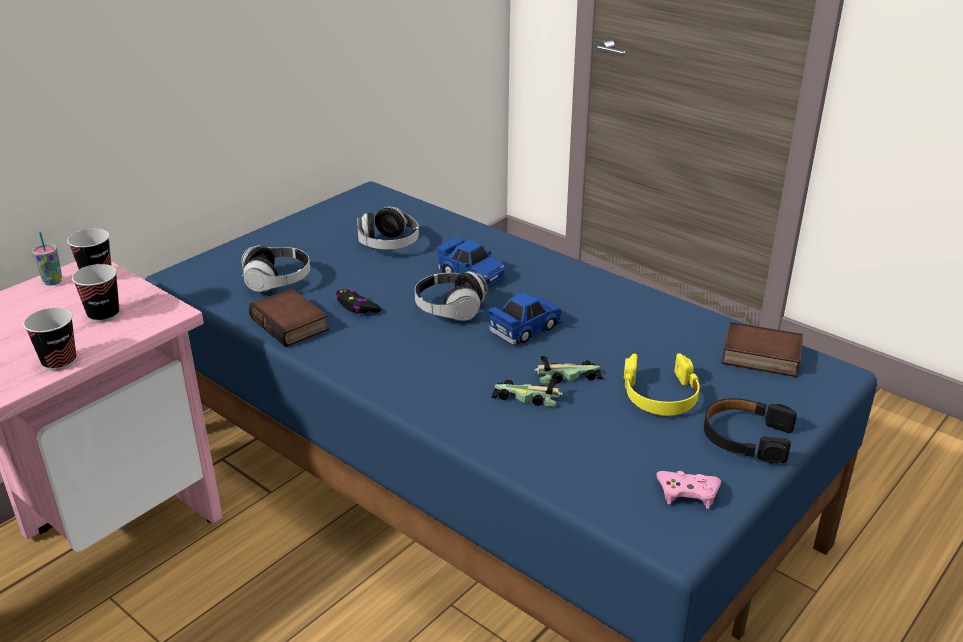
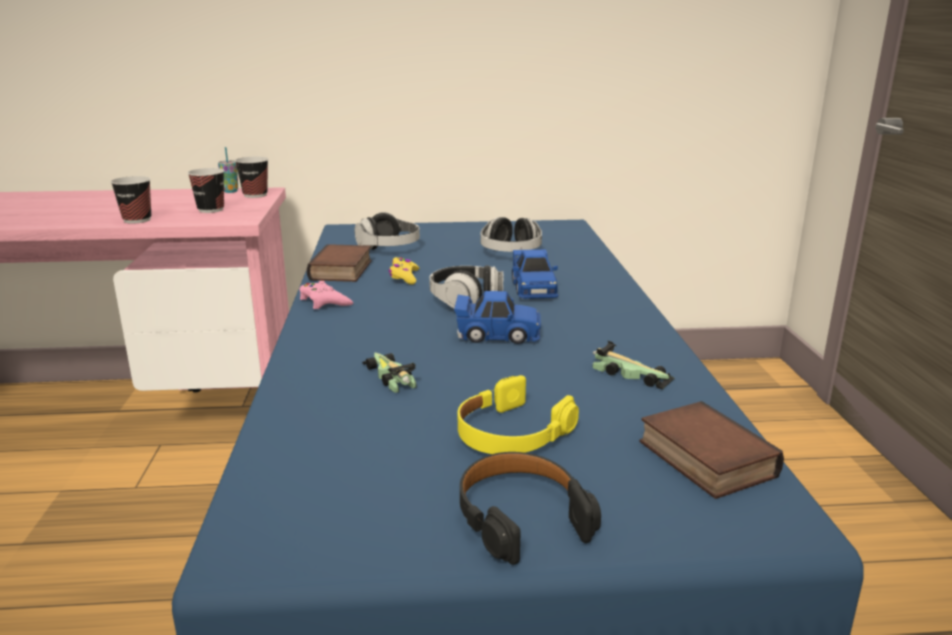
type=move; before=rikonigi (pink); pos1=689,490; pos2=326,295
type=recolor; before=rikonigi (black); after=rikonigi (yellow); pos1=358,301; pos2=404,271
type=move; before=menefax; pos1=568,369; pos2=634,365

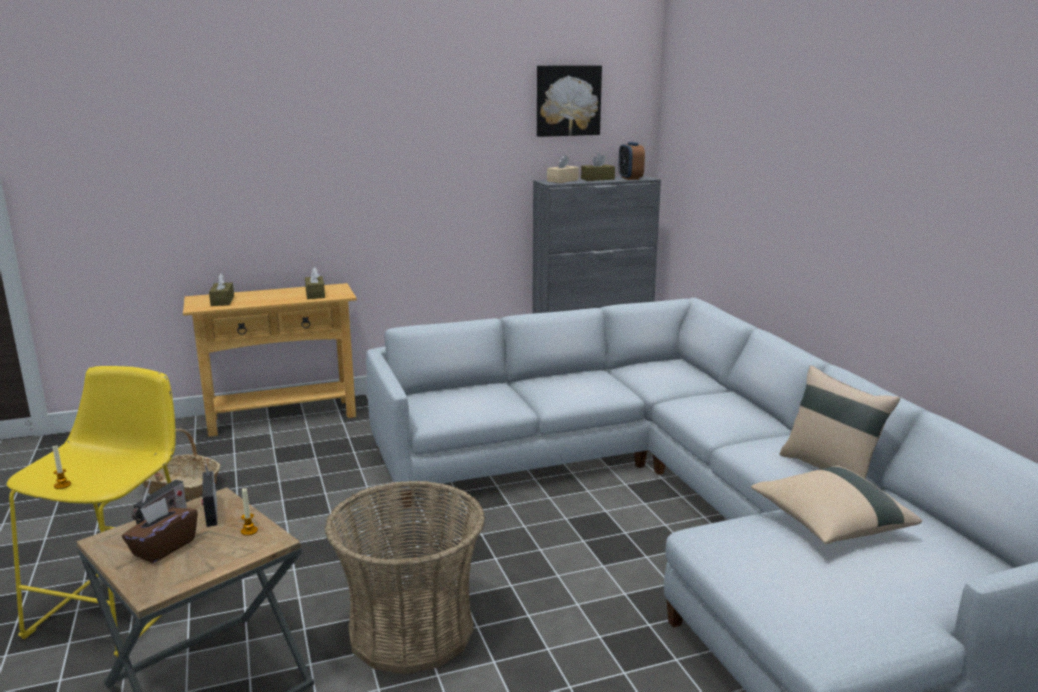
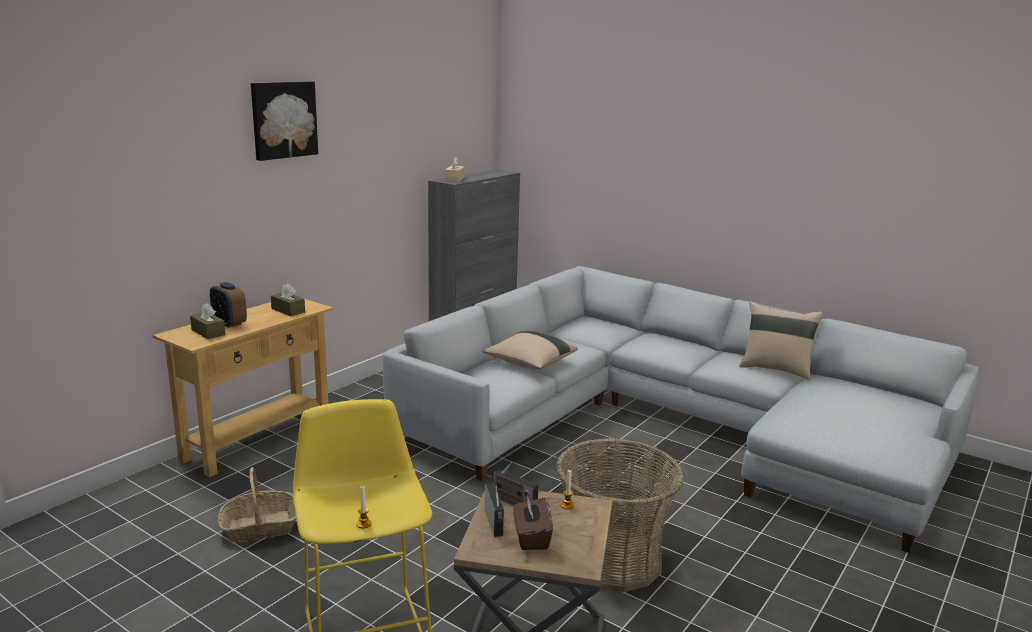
type=move; before=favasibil; pos1=631,161; pos2=228,305
type=move; before=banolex; pos1=569,101; pos2=284,121
type=move; before=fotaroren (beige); pos1=836,505; pos2=530,349
type=delete; before=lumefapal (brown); pos1=598,167

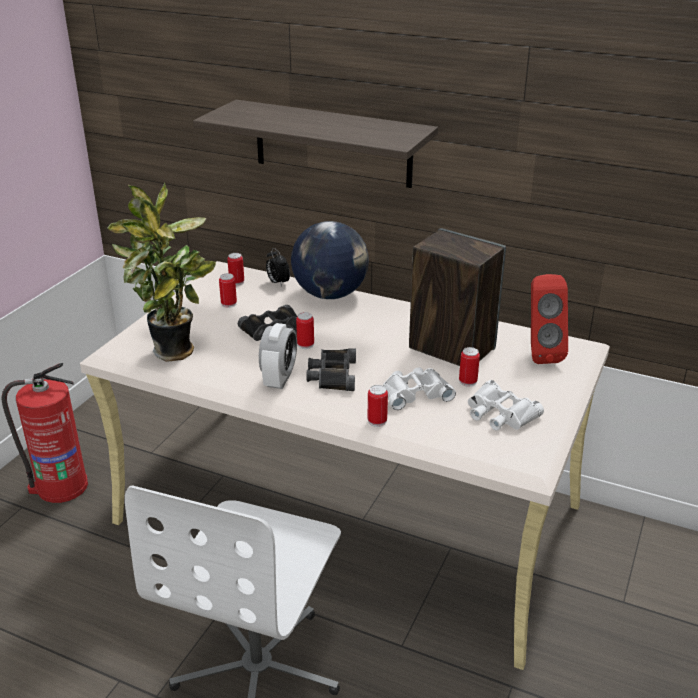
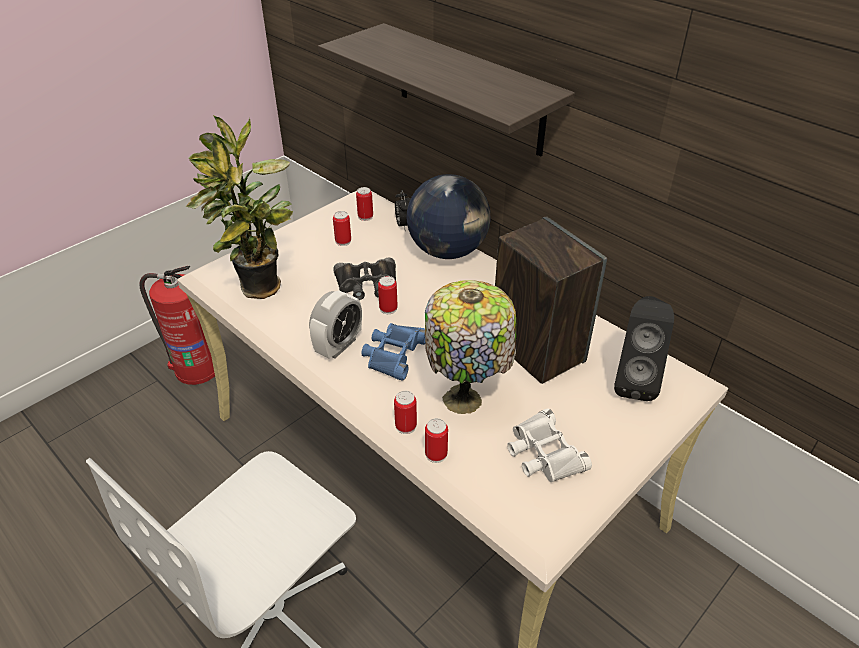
type=recolor; before=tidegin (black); after=tidegin (blue); pos1=331,369; pos2=393,352
type=replace; before=tidegin (white); after=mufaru; pos1=419,388; pos2=470,347
type=move; before=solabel; pos1=469,367; pos2=436,440
type=recolor; before=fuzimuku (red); after=fuzimuku (black); pos1=549,319; pos2=644,348

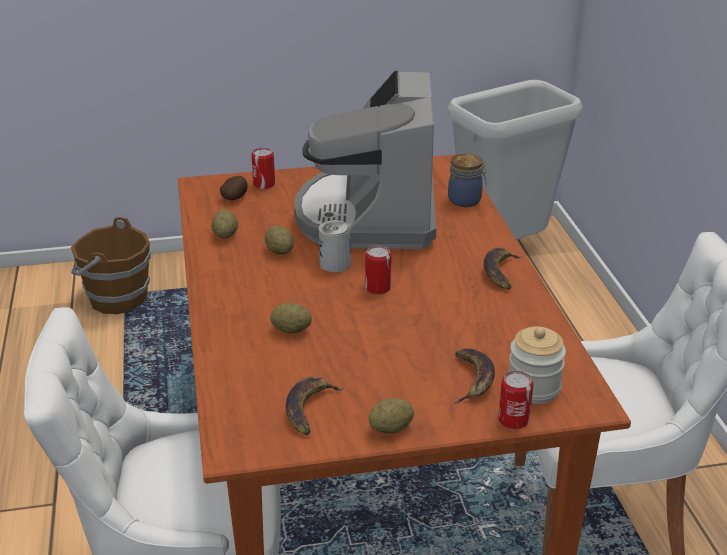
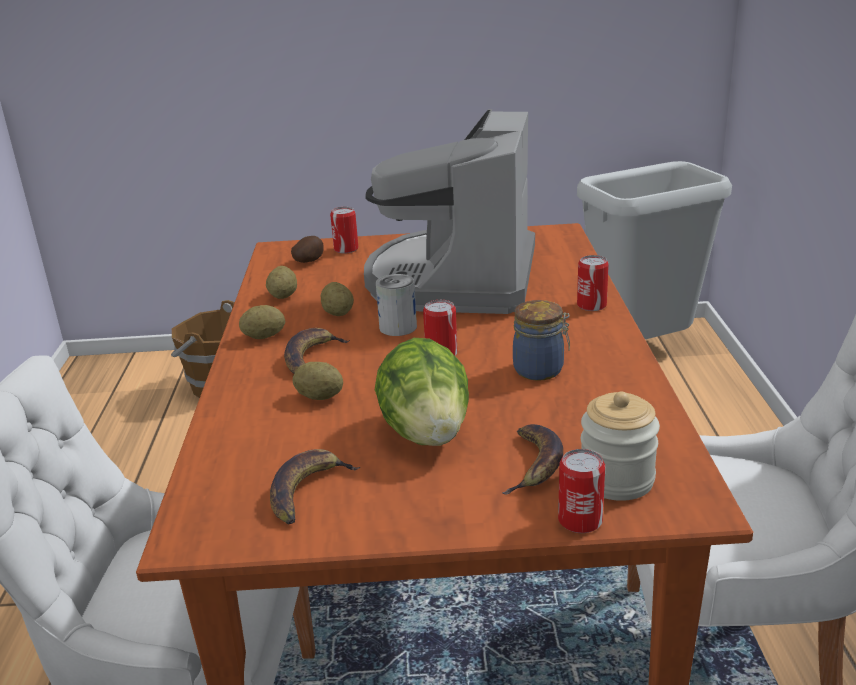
type=move; before=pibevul; pos1=391,416; pos2=262,322
type=move; before=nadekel; pos1=503,268; pos2=317,351
type=insert; after=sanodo; pos2=422,392
type=move; before=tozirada; pos1=467,180; pos2=541,340
type=insert; after=solabel; pos2=593,283

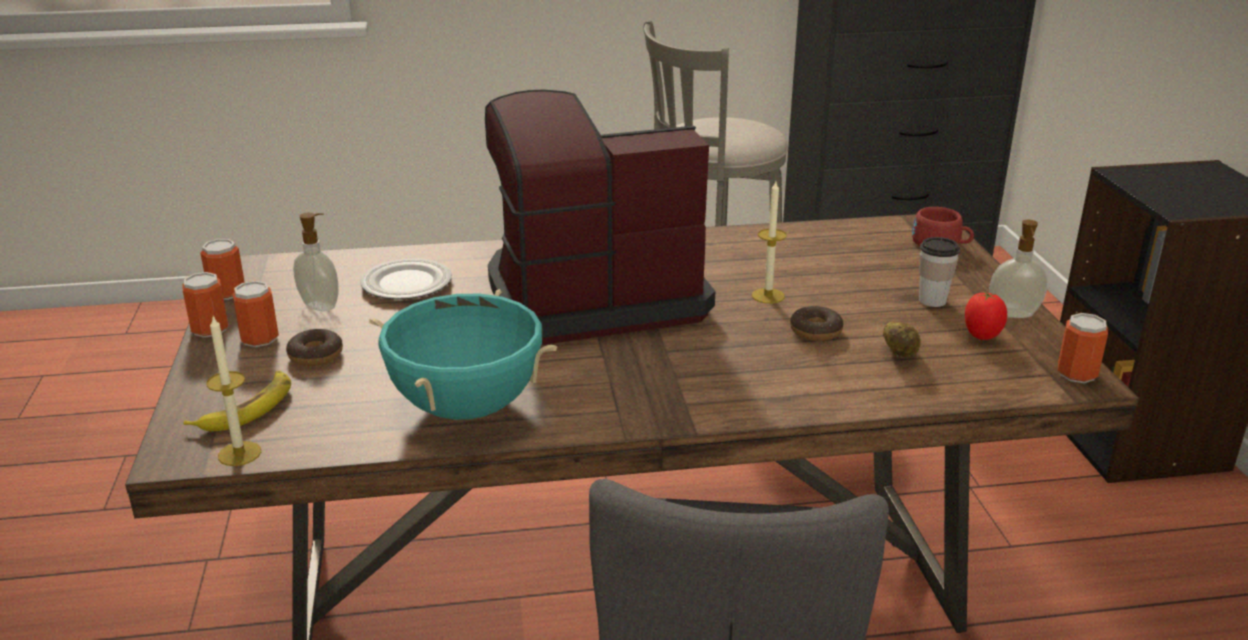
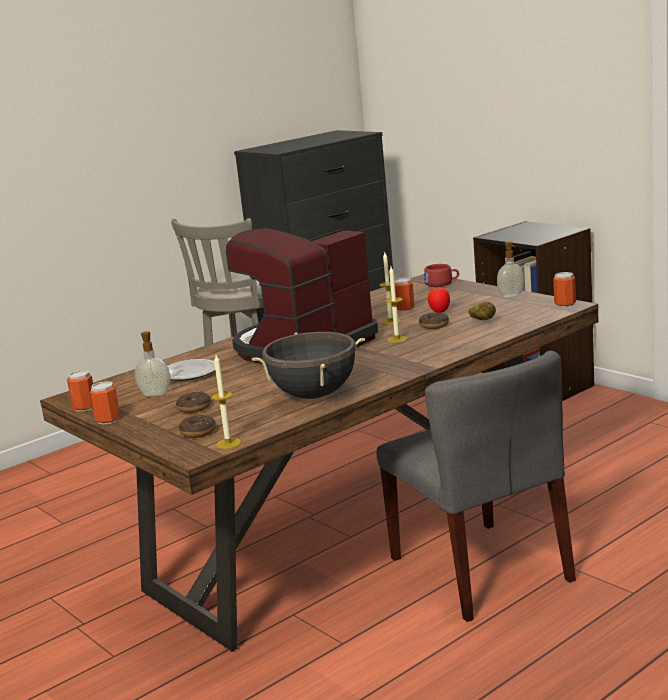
type=replace; before=nadekel; after=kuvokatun; pos1=237,401; pos2=197,426
type=recolor; before=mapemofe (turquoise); after=mapemofe (black); pos1=463,354; pos2=308,365
type=insert; after=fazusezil; pos2=396,304
type=move; before=solabel; pos1=255,314; pos2=404,295
type=move; before=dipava; pos1=986,315; pos2=439,300
type=delete; before=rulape; pos1=939,272

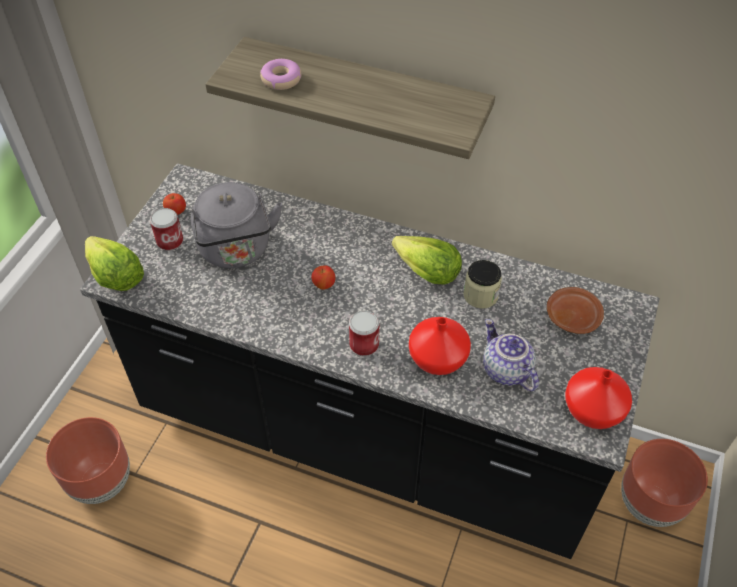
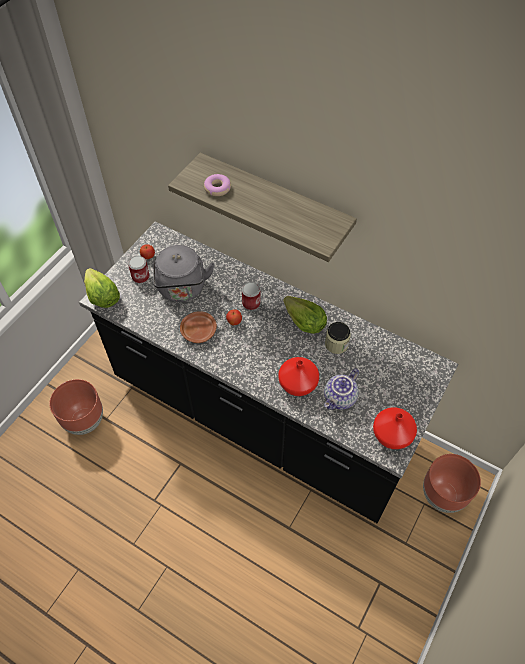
type=move; before=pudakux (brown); pos1=575,310; pos2=198,327
type=move; before=solabel; pos1=364,333; pos2=251,296
type=rotate; before=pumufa; pos1=511,355; pos2=341,389; turn=-120

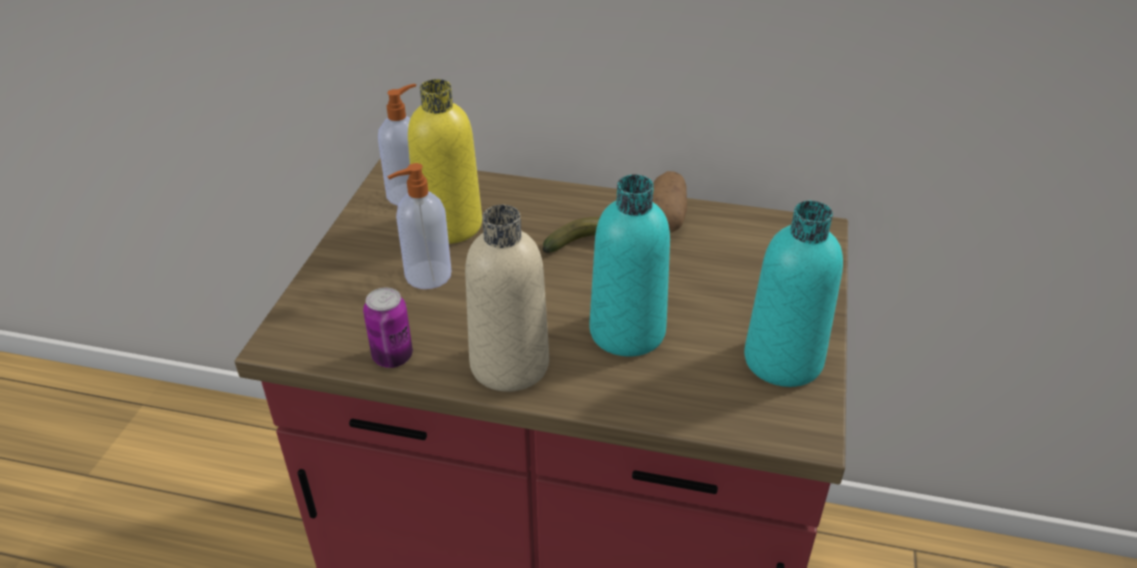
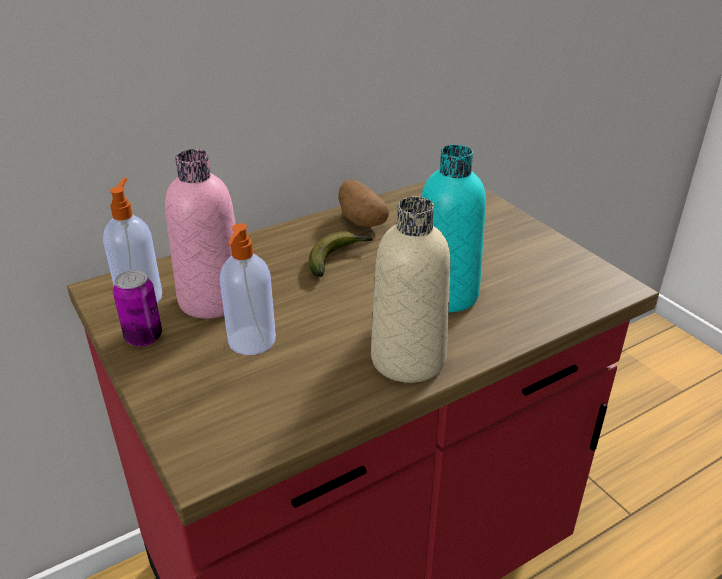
type=move; before=solabel; pos1=388,328; pos2=137,308
type=recolor; before=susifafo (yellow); after=susifafo (pink); pos1=445,161; pos2=200,234
type=delete; before=susifafo (turquoise); pos1=793,294

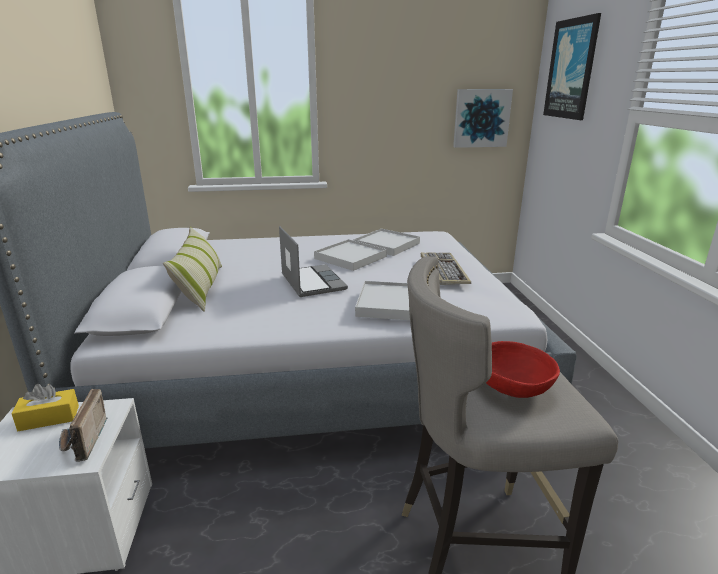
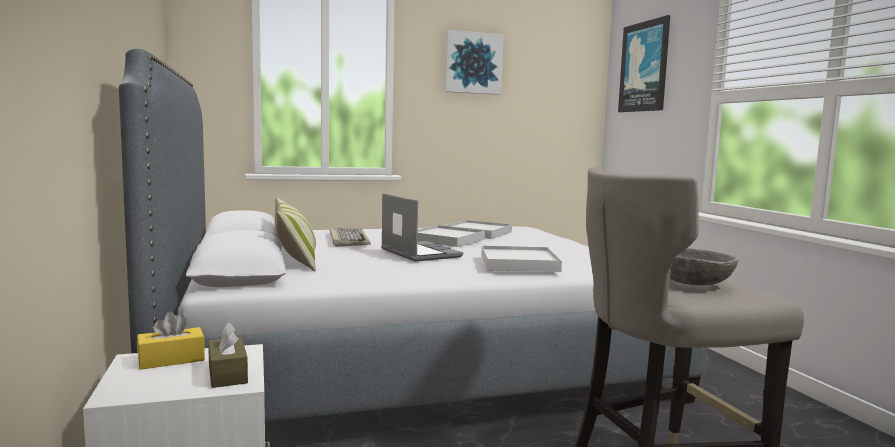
type=replace; before=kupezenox; after=lumefapal (brown); pos1=83,425; pos2=228,355
type=move; before=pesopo; pos1=446,268; pos2=350,237
type=move; before=banolex; pos1=483,118; pos2=474,62
type=recolor; before=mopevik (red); after=mopevik (grey); pos1=523,369; pos2=704,266

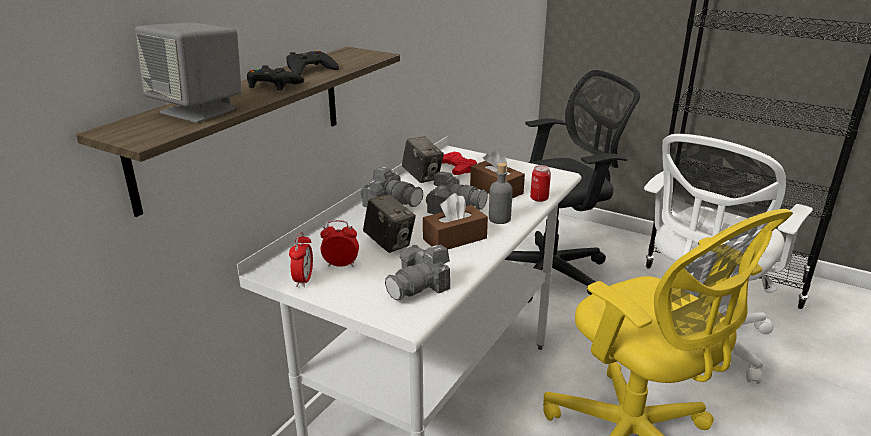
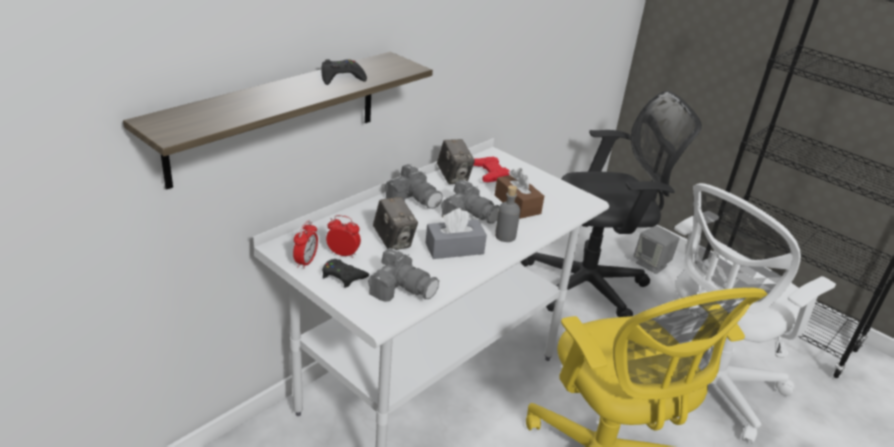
type=move; before=rikonigi (black); pos1=275,77; pos2=345,273
type=rotate; before=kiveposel; pos1=417,272; pos2=403,275; turn=-120
type=recolor; before=lumefapal (brown); after=lumefapal (grey); pos1=455,221; pos2=456,233
type=move; before=fuzimuku (grey); pos1=188,72; pos2=657,250
type=delete; before=solabel; pos1=540,183

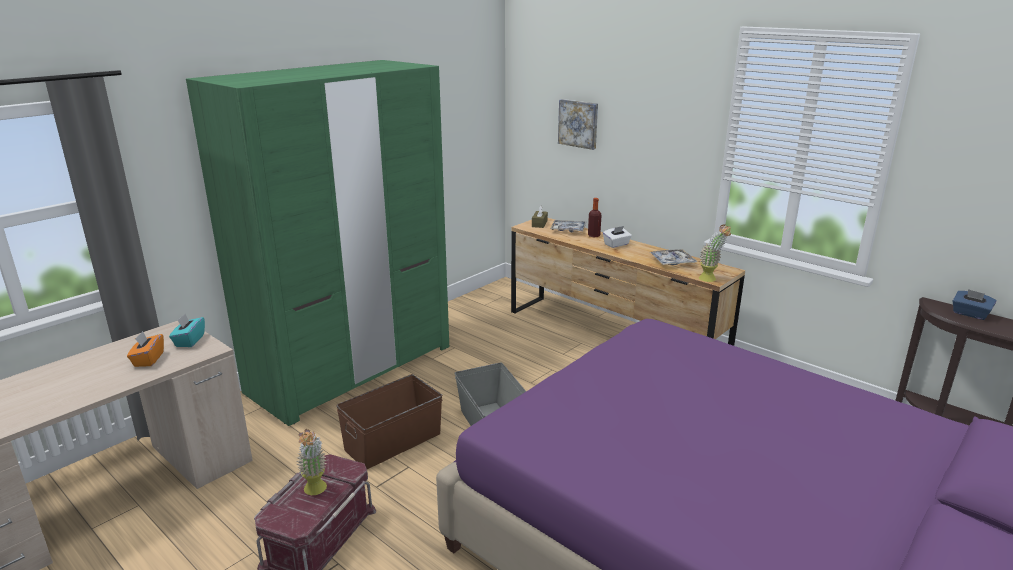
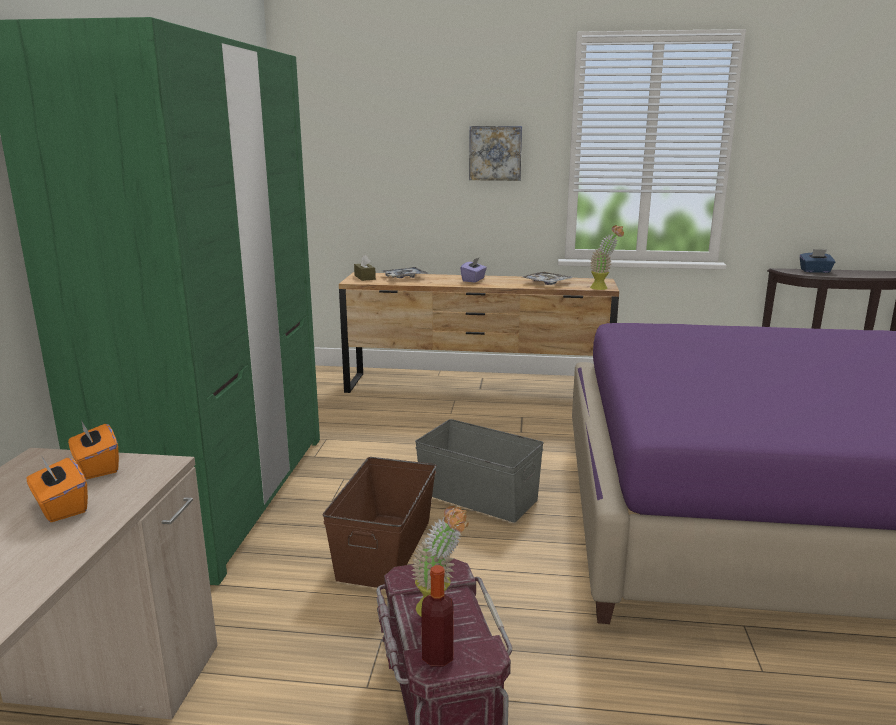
type=recolor; before=lumefapal (turquoise); after=lumefapal (orange); pos1=187,330; pos2=93,449
type=move; before=susifafo; pos1=594,217; pos2=437,616
type=recolor; before=lumefapal (white); after=lumefapal (purple); pos1=617,237; pos2=473,270
type=move; before=banolex; pos1=578,124; pos2=495,153

